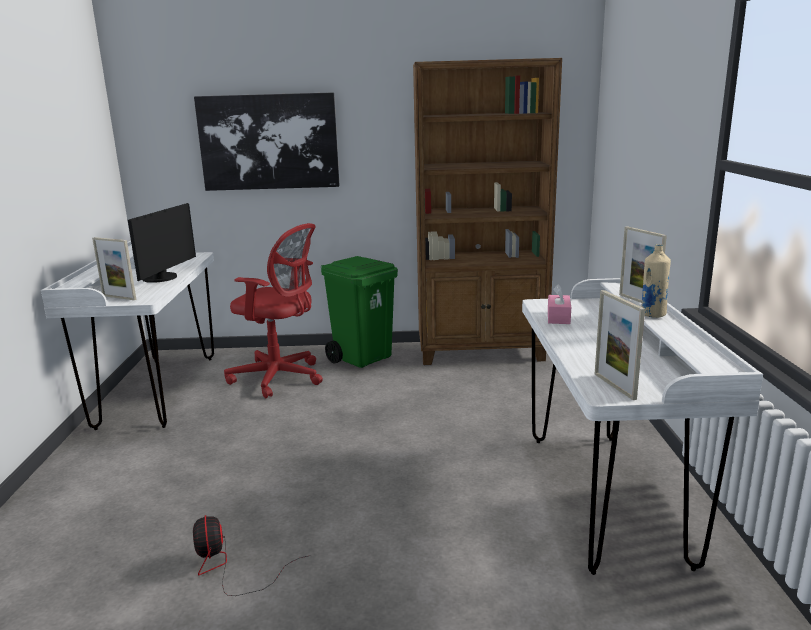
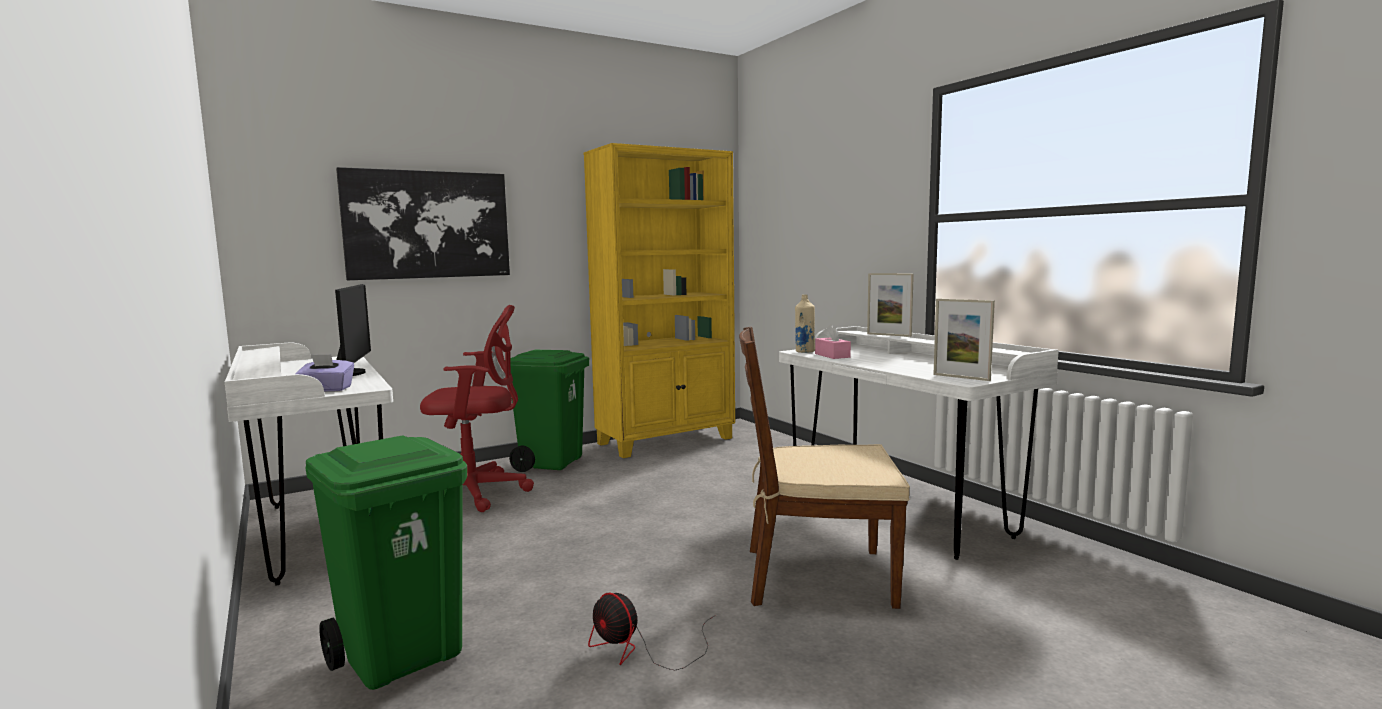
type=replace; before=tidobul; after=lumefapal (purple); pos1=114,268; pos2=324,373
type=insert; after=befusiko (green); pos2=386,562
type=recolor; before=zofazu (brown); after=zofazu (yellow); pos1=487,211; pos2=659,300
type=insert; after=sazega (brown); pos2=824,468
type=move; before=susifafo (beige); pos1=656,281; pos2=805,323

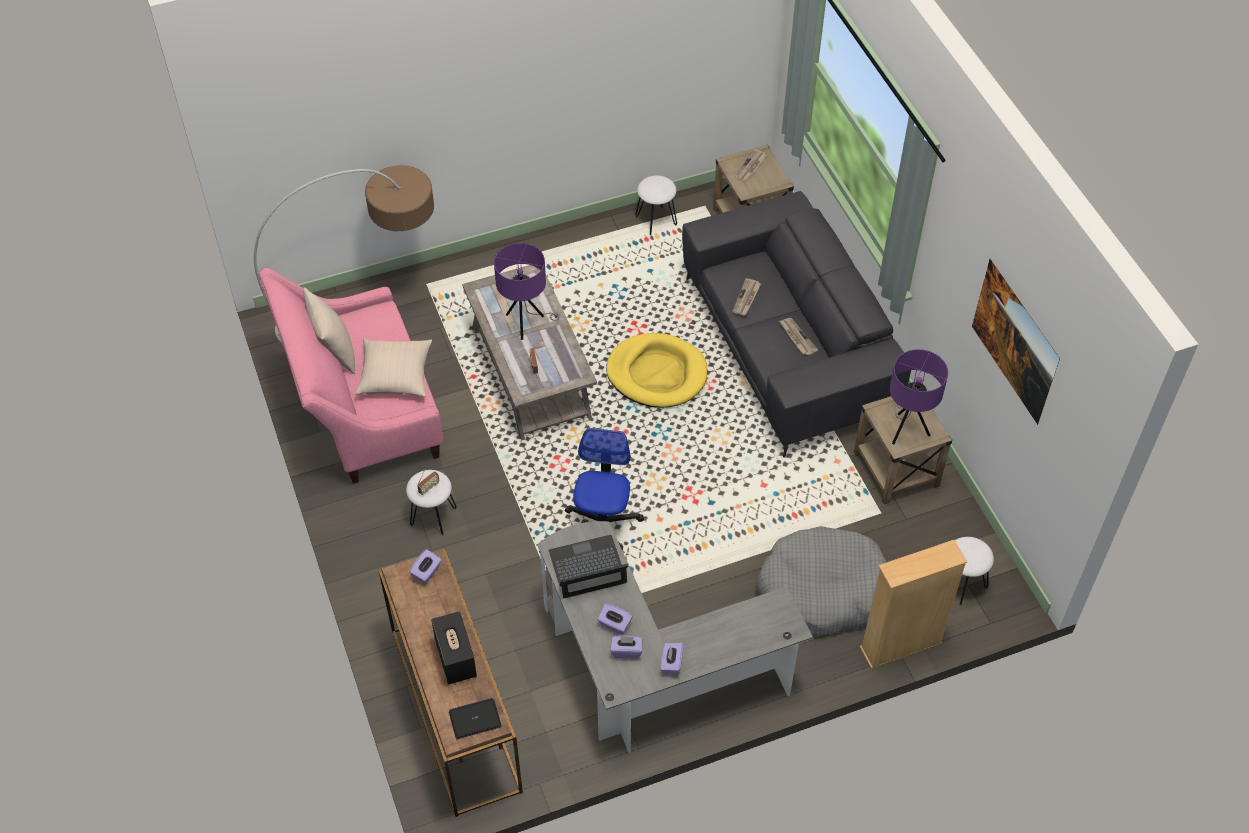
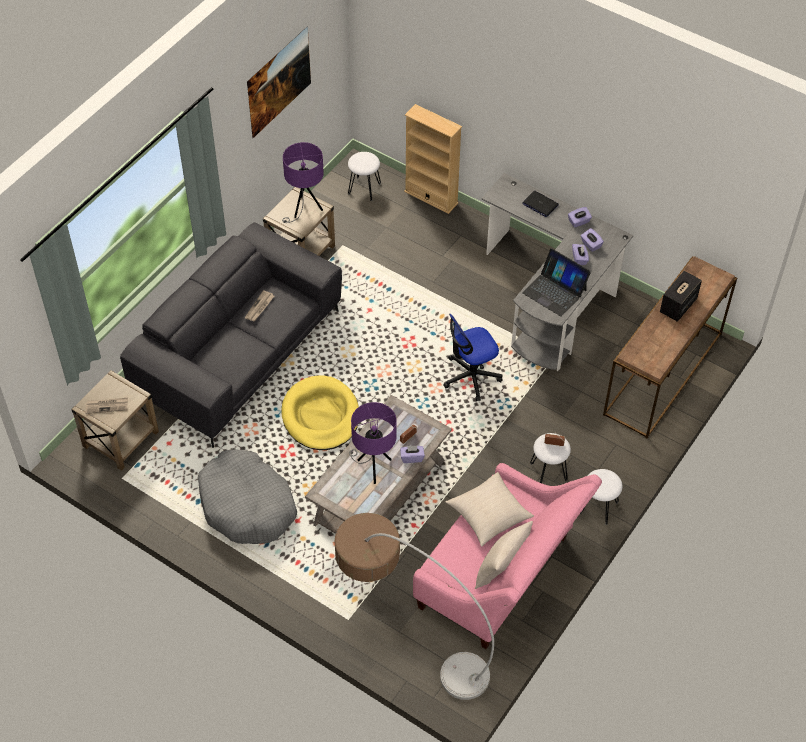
type=move; before=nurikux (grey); pos1=821,580; pos2=247,496
type=move; before=lumefapal (purple); pos1=425,566; pos2=412,454
type=move; before=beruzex; pos1=475,718; pos2=541,204
type=move; before=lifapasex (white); pos1=656,205; pos2=601,497
type=delete; before=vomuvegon; pos1=746,296

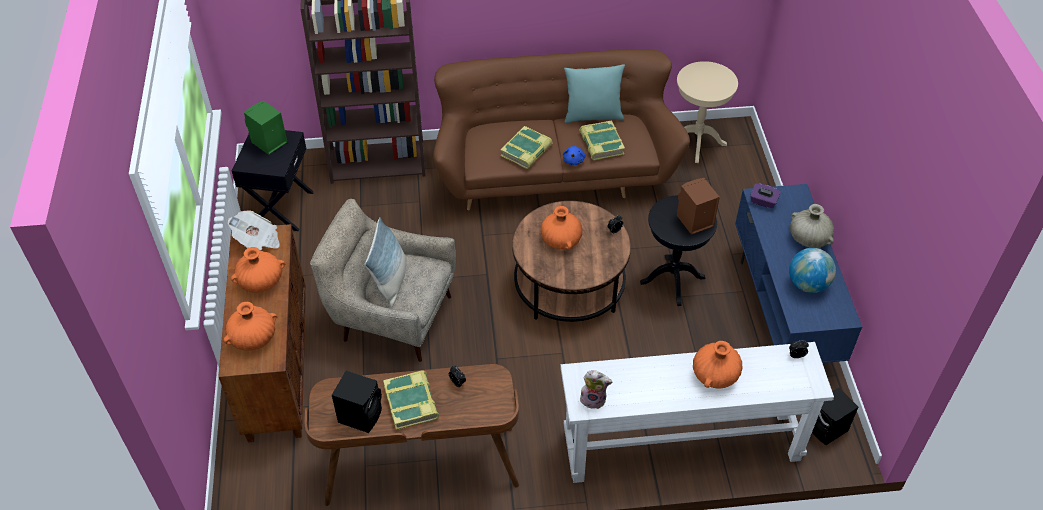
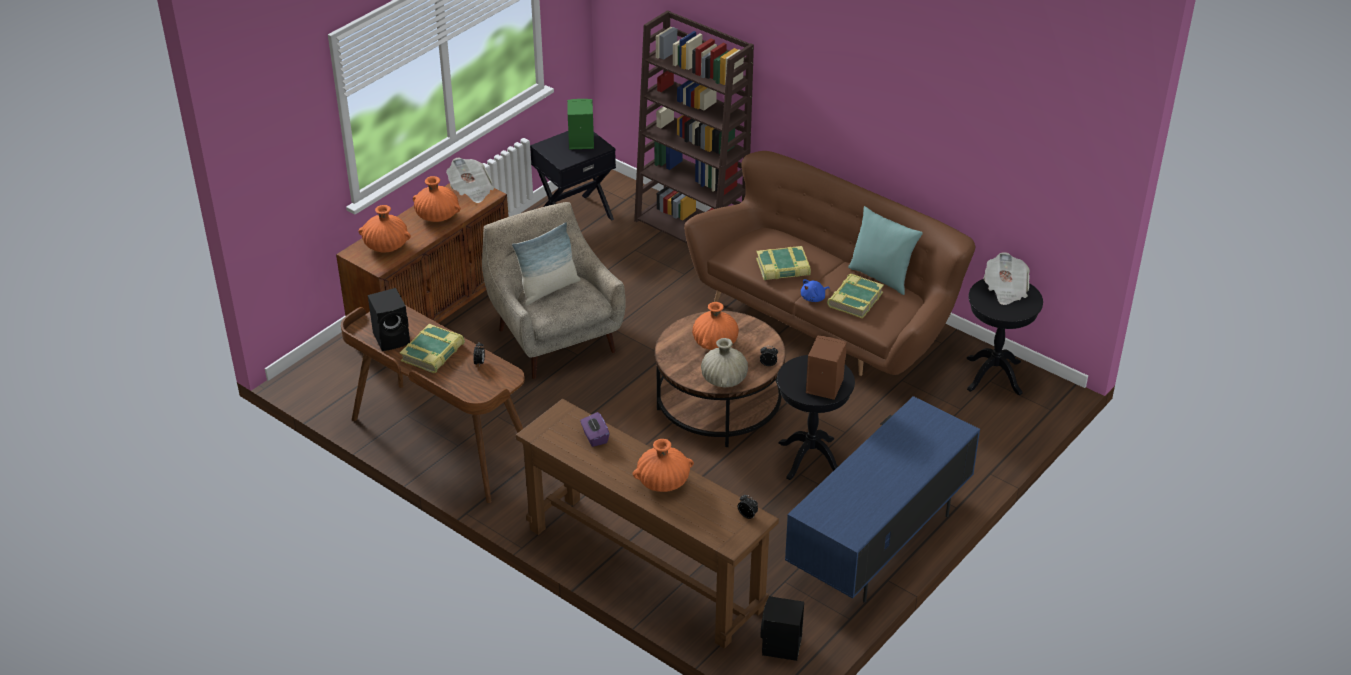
type=recolor; before=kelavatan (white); after=kelavatan (brown); pos1=697,412; pos2=647,524
type=move; before=lumefapal (purple); pos1=765,196; pos2=595,429
type=move; before=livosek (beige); pos1=812,226; pos2=724,362
type=recolor; before=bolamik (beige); after=bolamik (black); pos1=707,112; pos2=1005,337
type=insert; after=vomuvegon; pos2=1007,278
type=delete; before=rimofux; pos1=596,389
type=delete; before=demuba; pos1=812,270

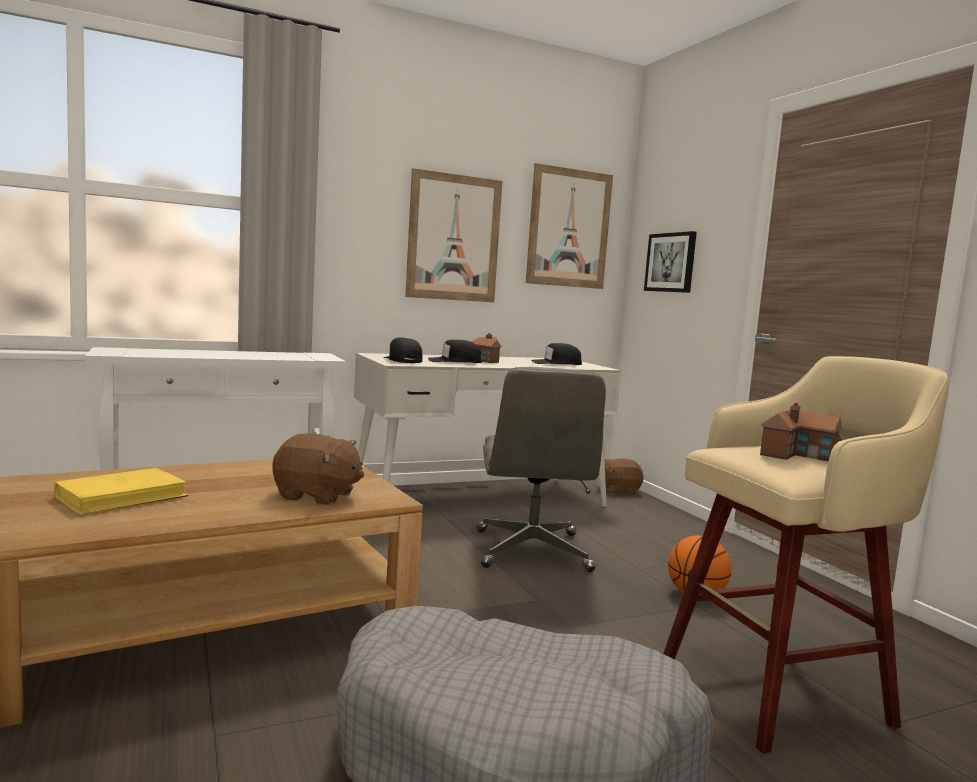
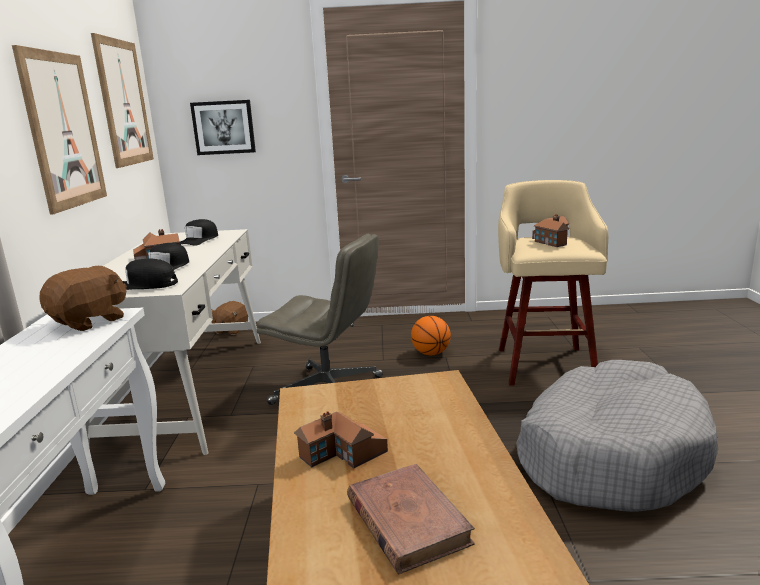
type=move; before=rimofux (brown); pos1=318,469; pos2=83,298
type=insert; after=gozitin; pos2=341,440
type=recolor; before=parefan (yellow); after=parefan (brown); pos1=121,491; pos2=411,519

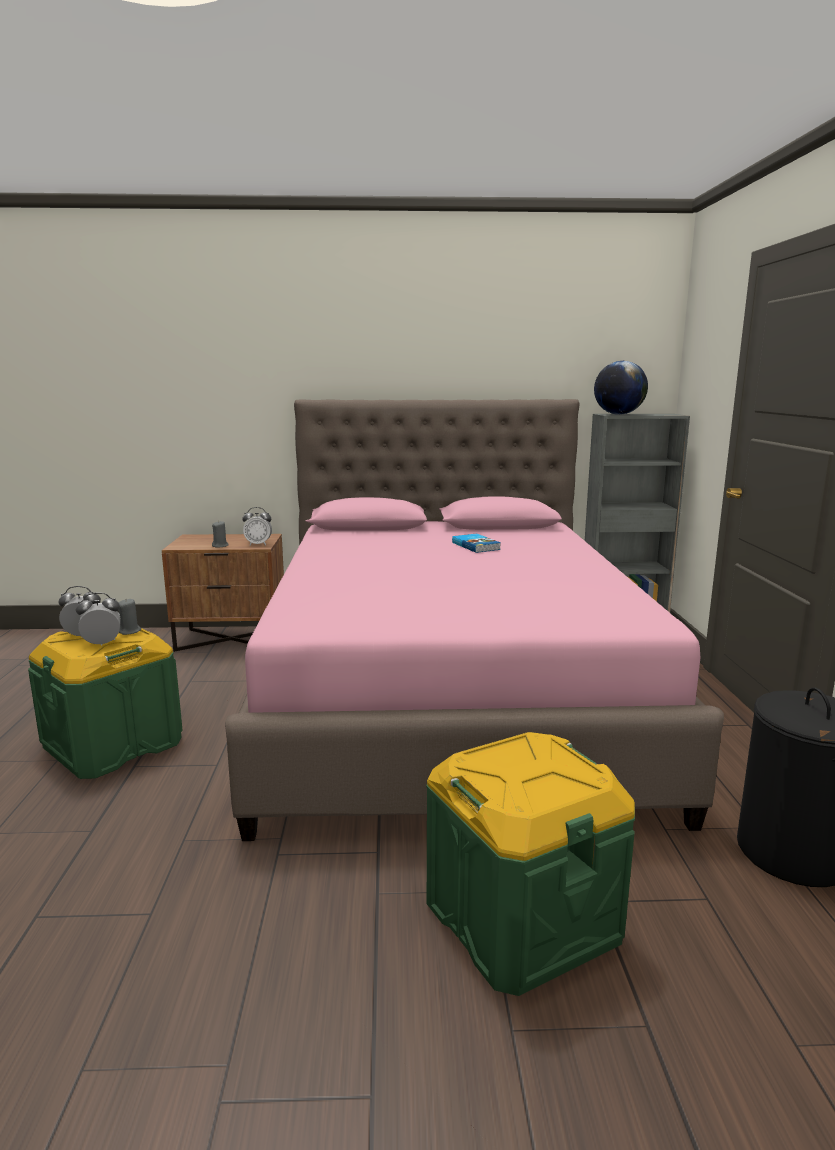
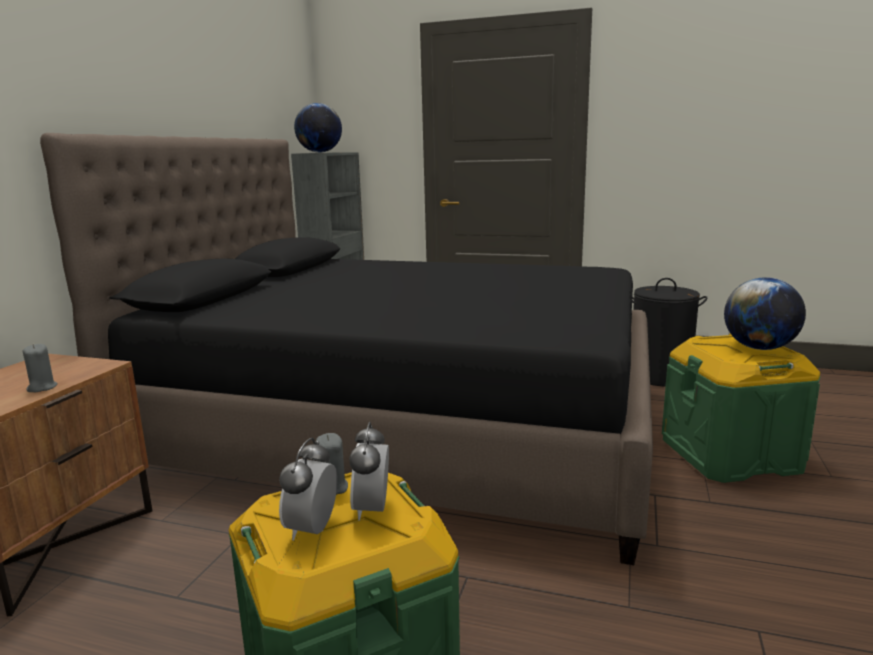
type=recolor; before=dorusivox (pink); after=dorusivox (black); pos1=474,620; pos2=346,349
type=insert; after=demuba; pos2=765,313
type=delete; before=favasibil; pos1=257,526
type=delete; before=parefan; pos1=476,543

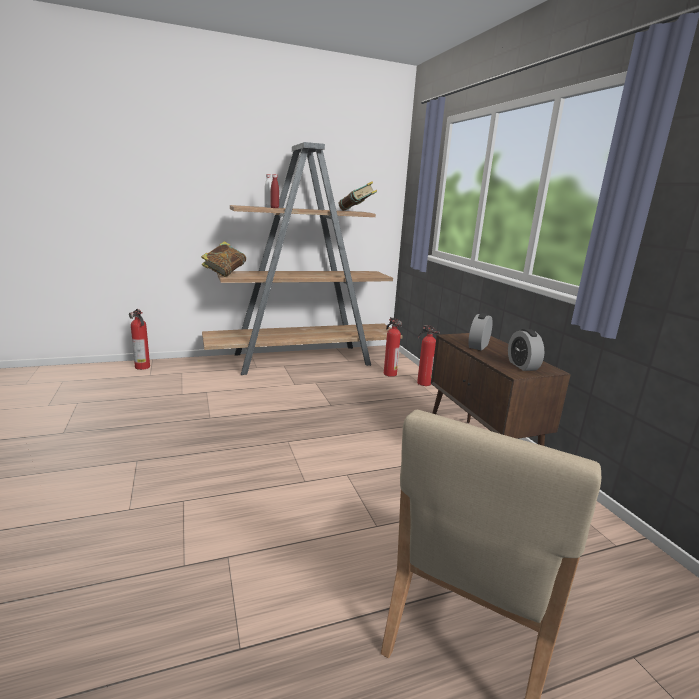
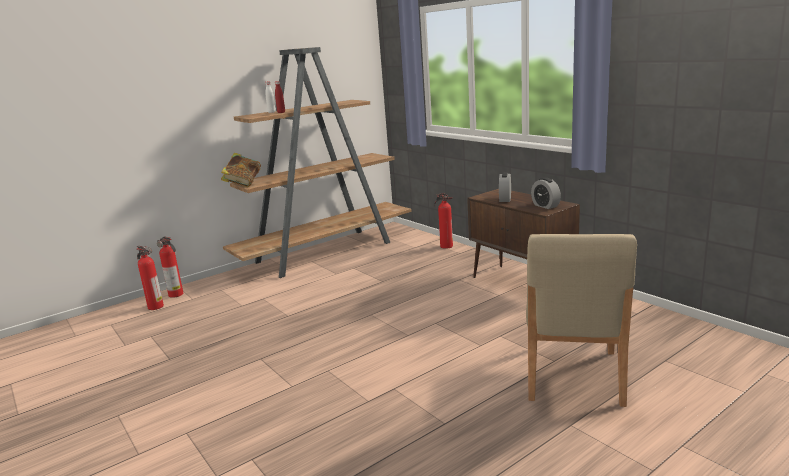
type=move; before=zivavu; pos1=393,347; pos2=150,278
type=delete; before=parefan; pos1=358,196

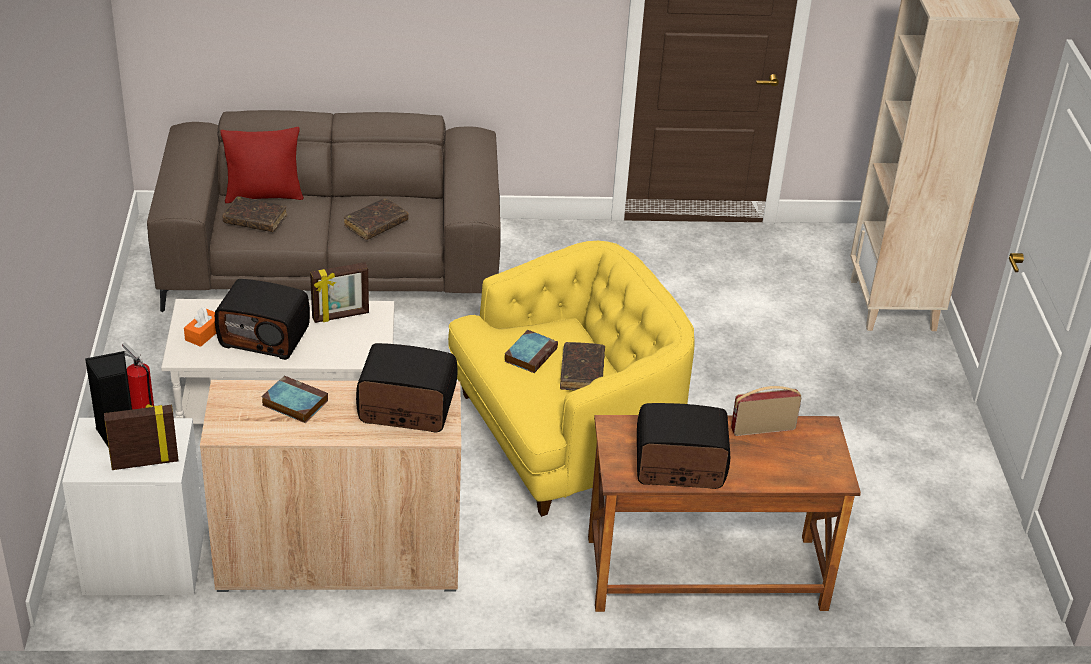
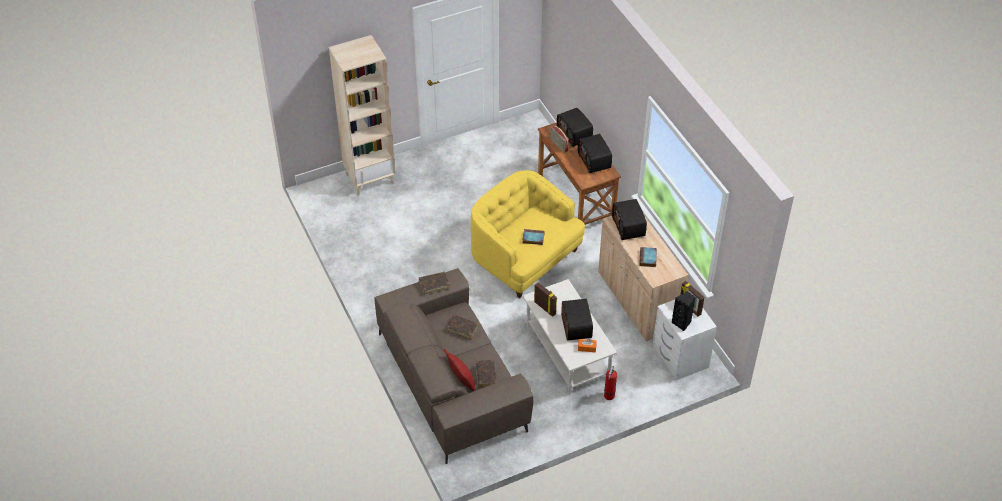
type=move; before=parefan (brown); pos1=582,366; pos2=434,283
type=insert; after=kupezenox; pos2=575,127

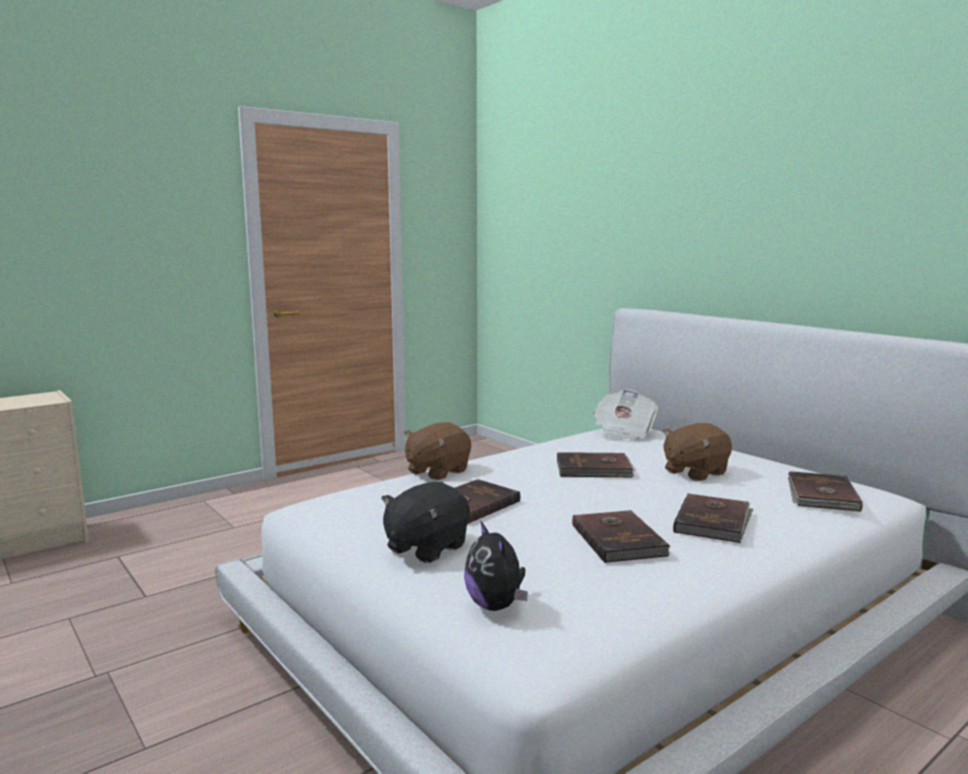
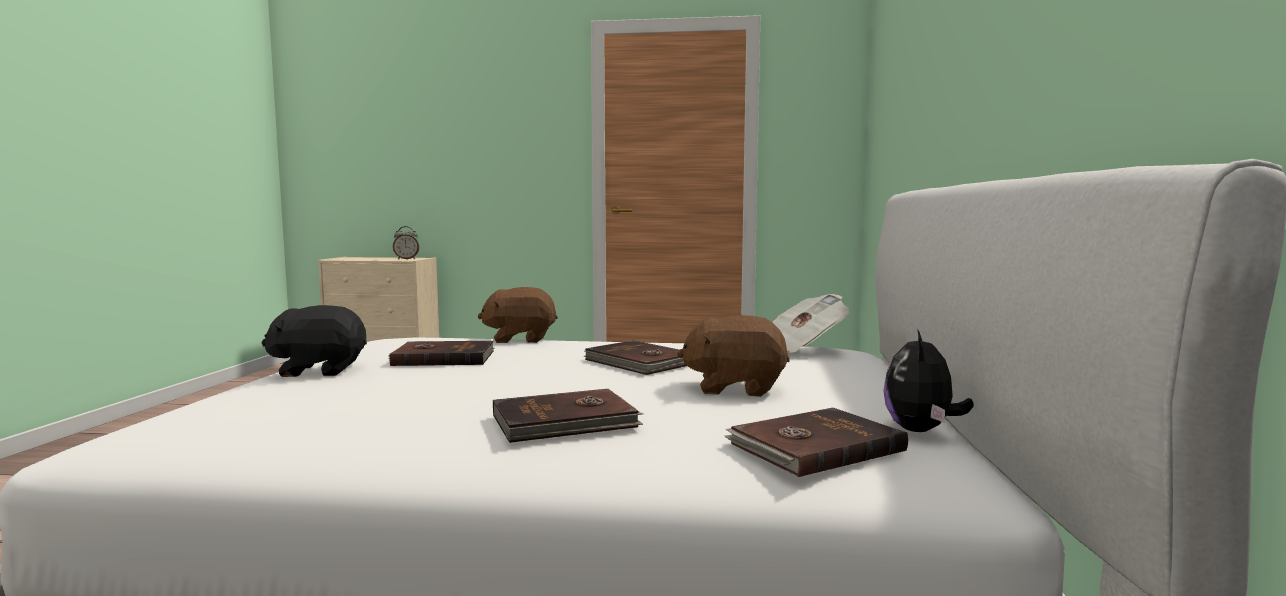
type=insert; after=favasibil; pos2=406,243
type=move; before=rimofux; pos1=496,565; pos2=928,380
type=delete; before=parefan (brown); pos1=621,536

